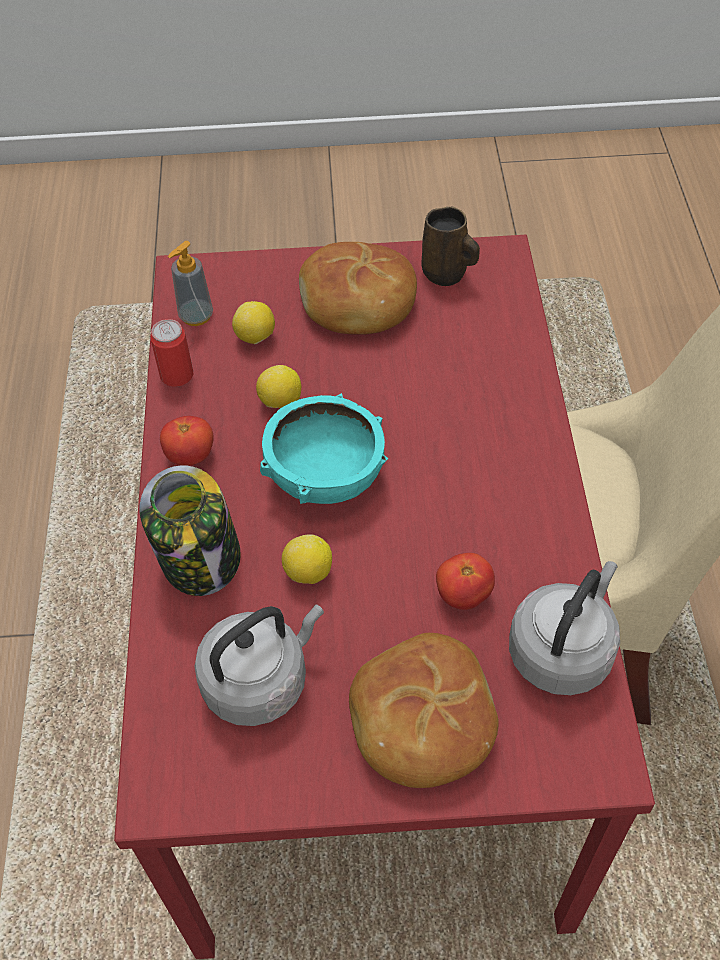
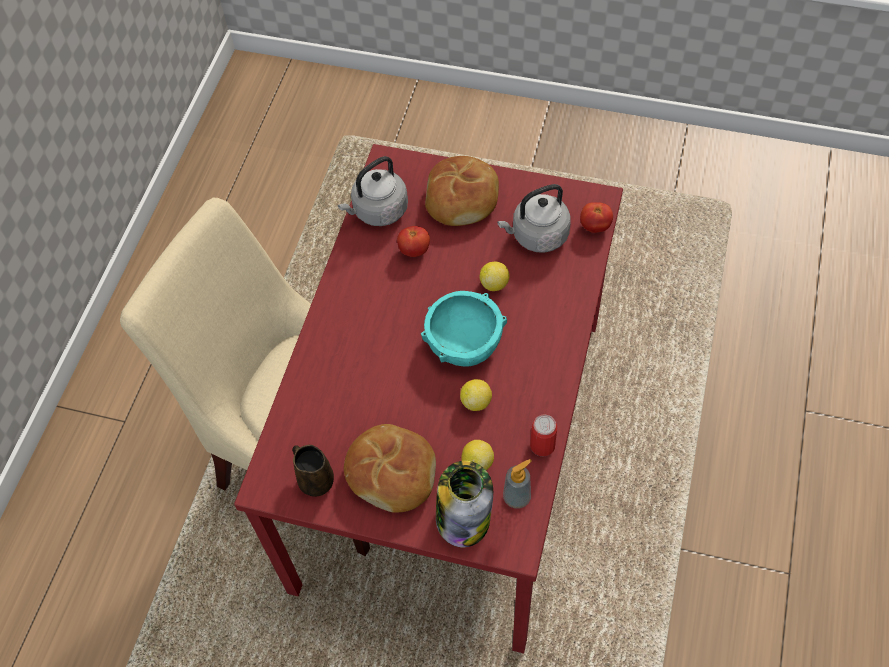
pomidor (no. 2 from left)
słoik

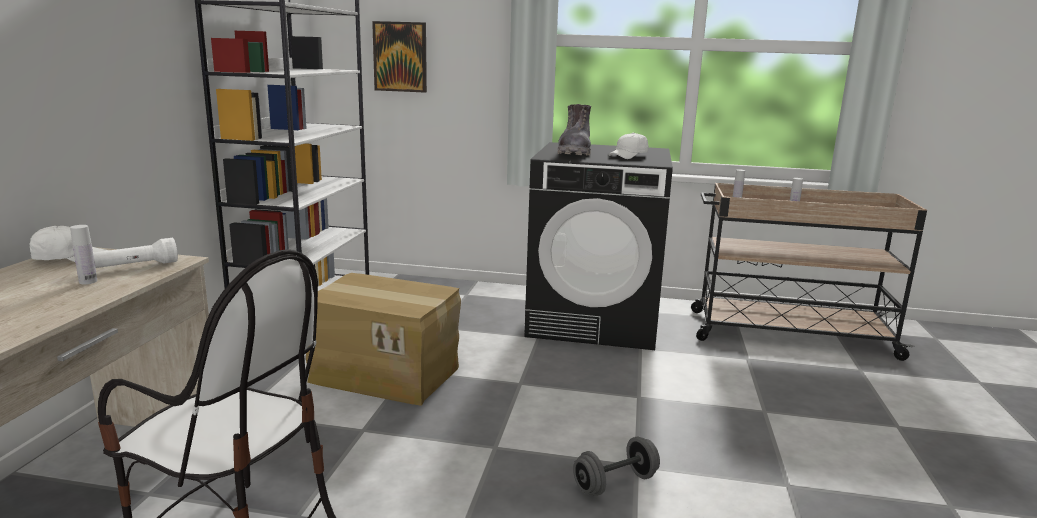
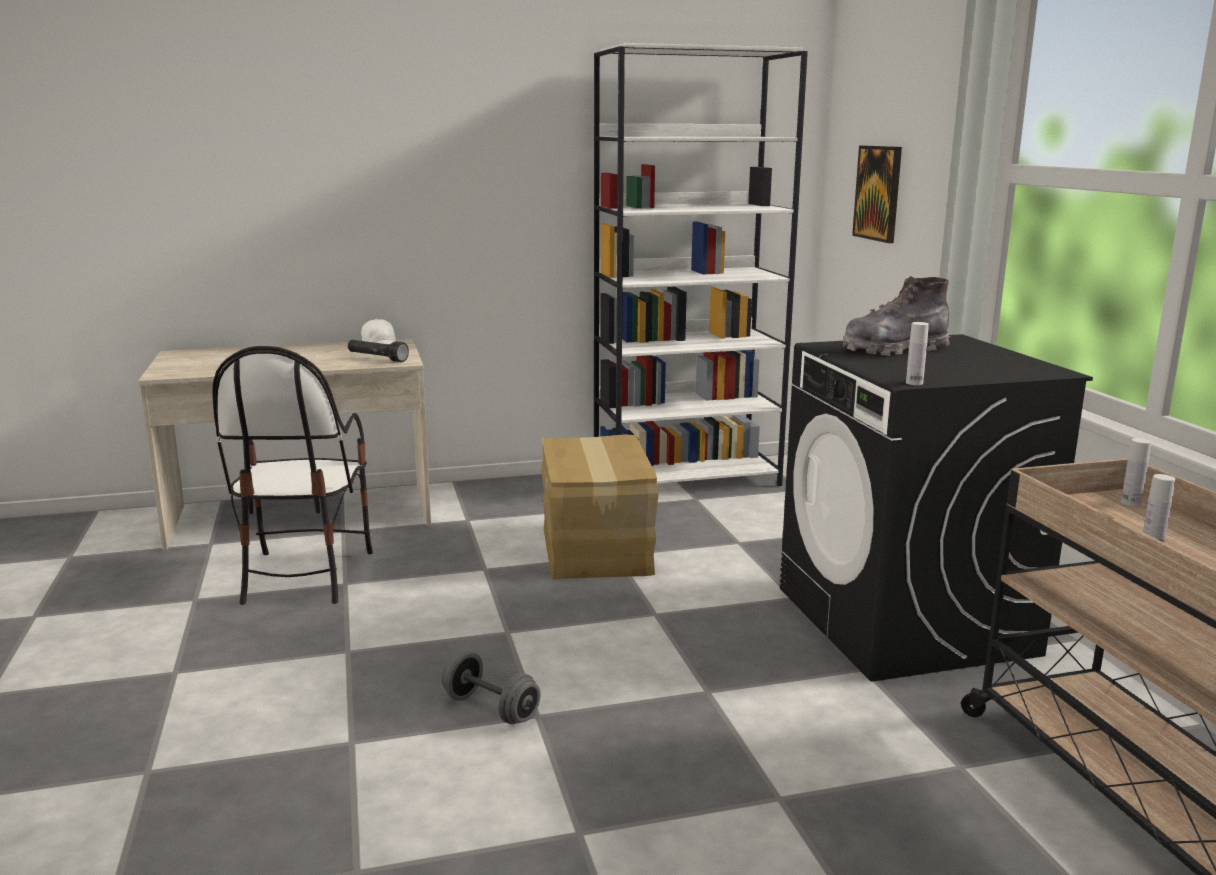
czapka z daszkiem (biały) (no. 2 from left in the first image)
butelka (biały) (no. 1 from left)
latarka (czarny)

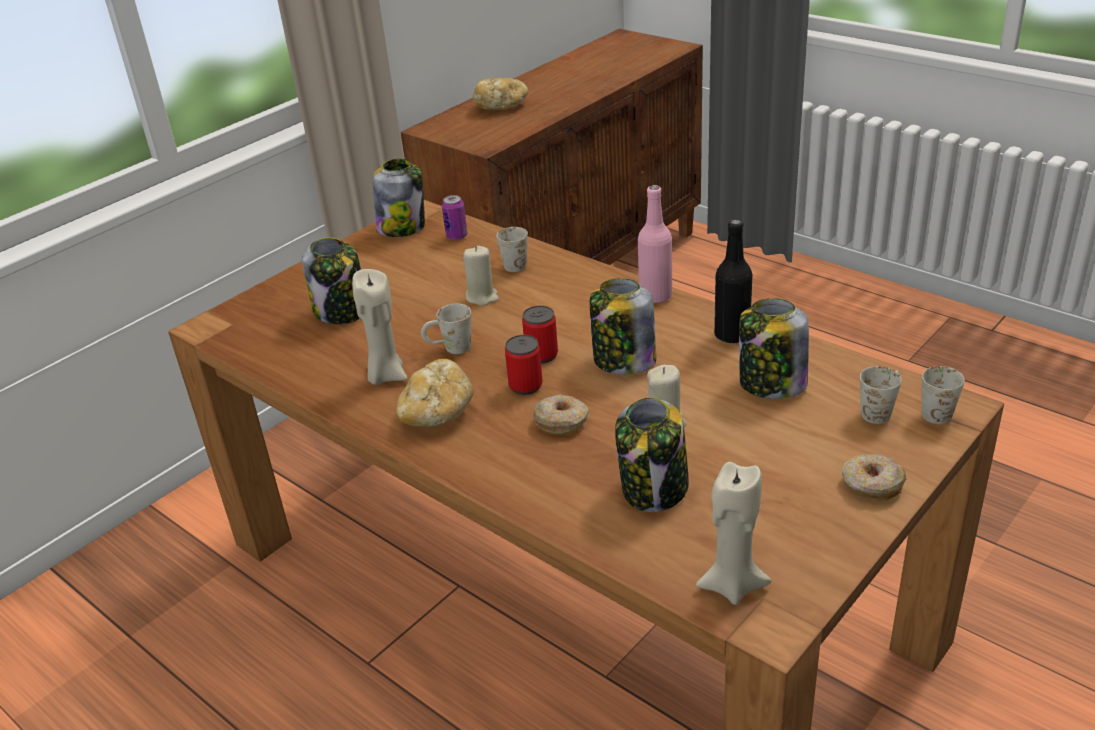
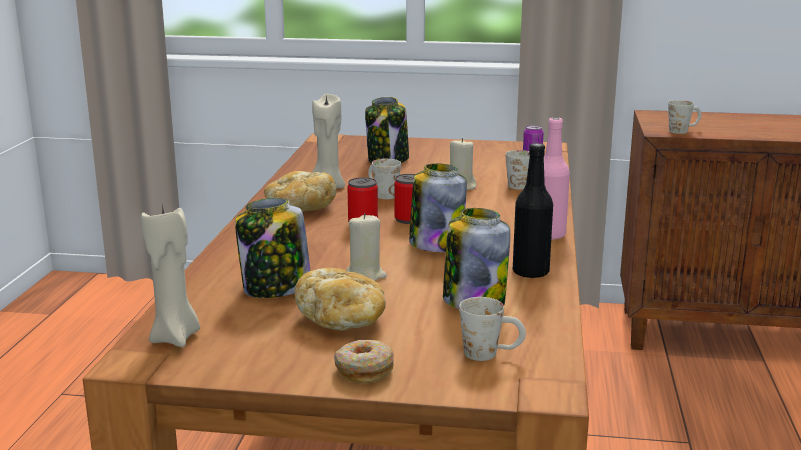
chleb (no. 2 from left)
słoik (no. 2 from left in the first image)
kubek (biały) (no. 4 from left)
donut (no. 1 from left in the first image)

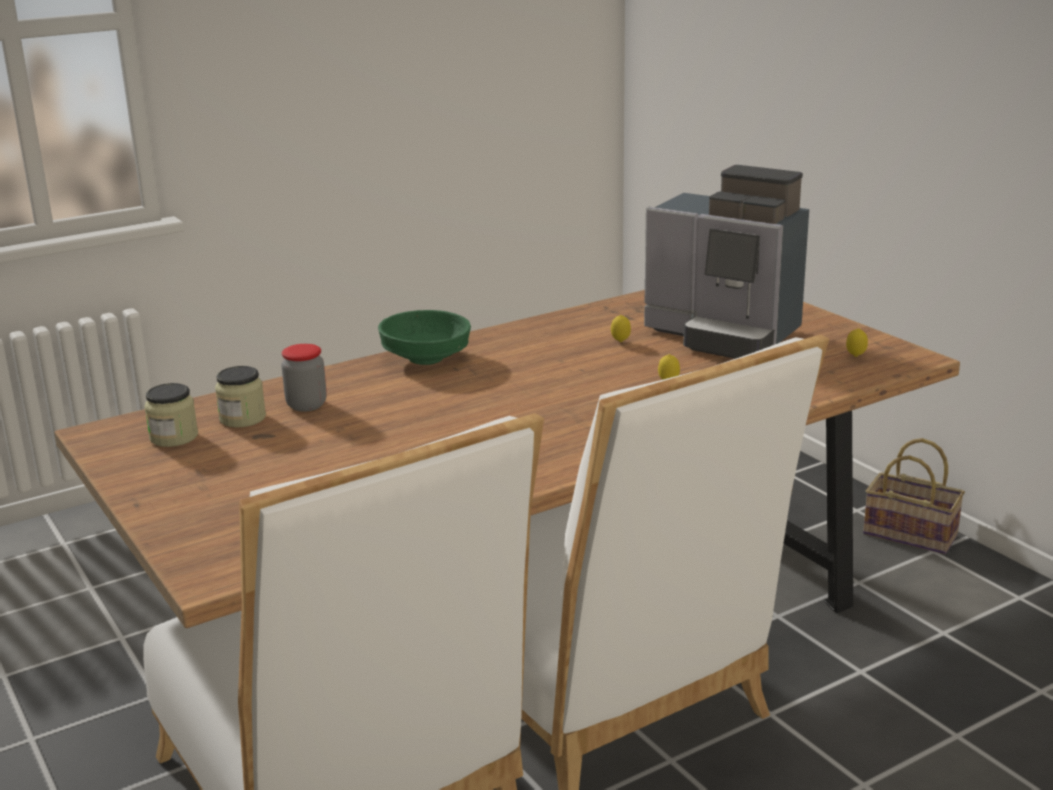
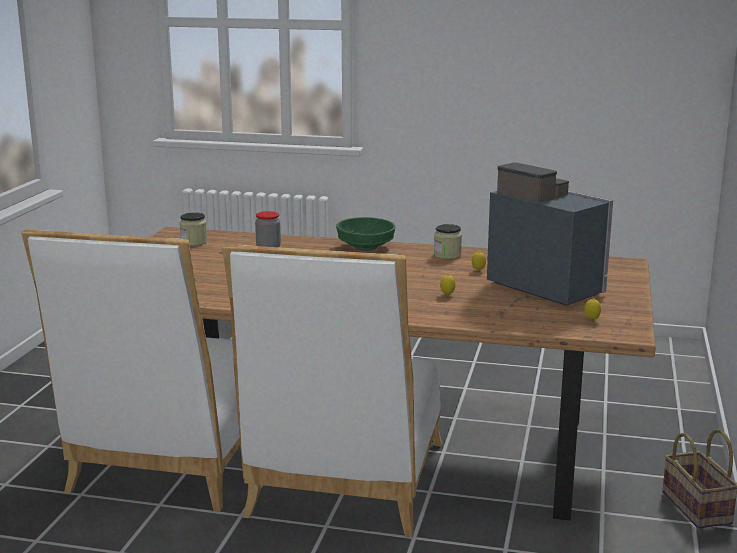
ekspres do kawy
słoik (no. 3 from left)

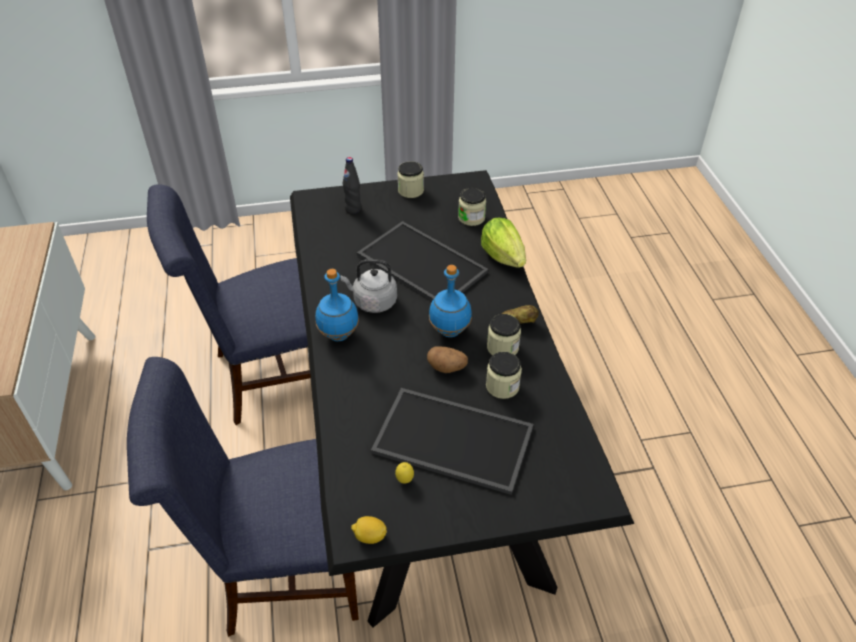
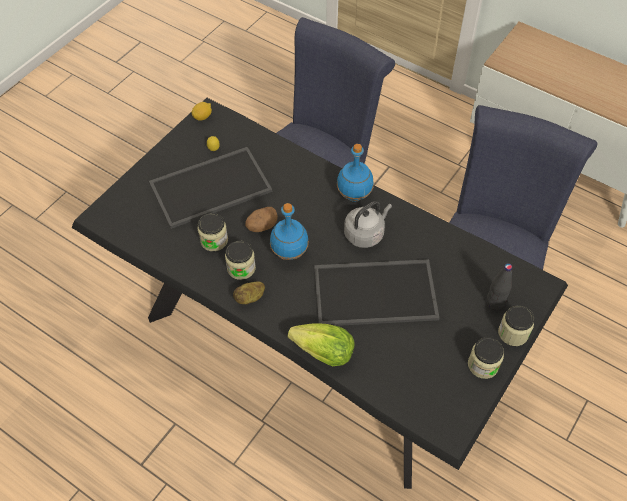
słoik (no. 4 from left)

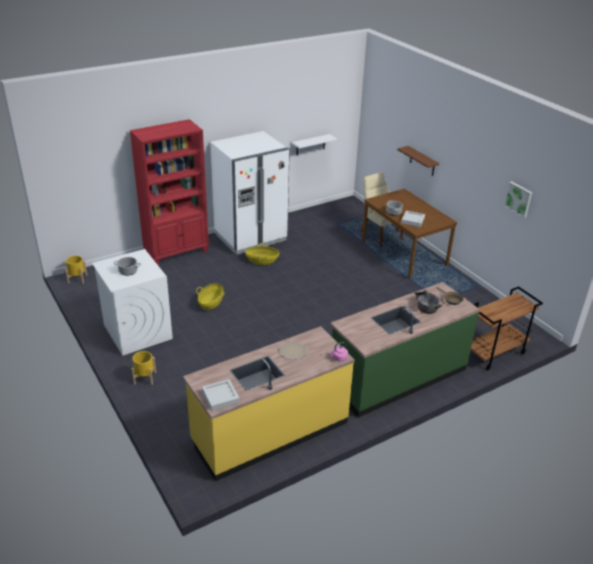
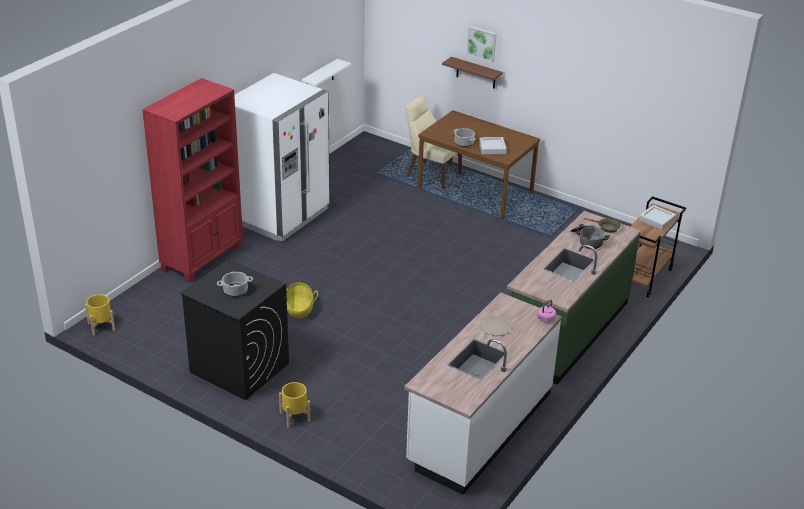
obraz
koszyk (no. 2 from left in the first image)
pralka (czarny)
zabudowa kuchenna (biały)
taca (szary) (no. 2 from left)

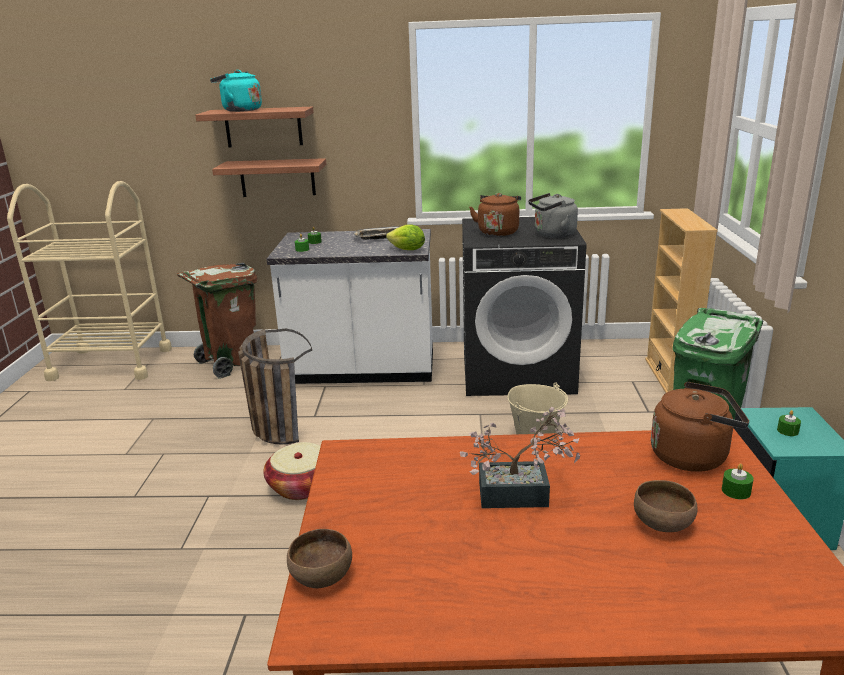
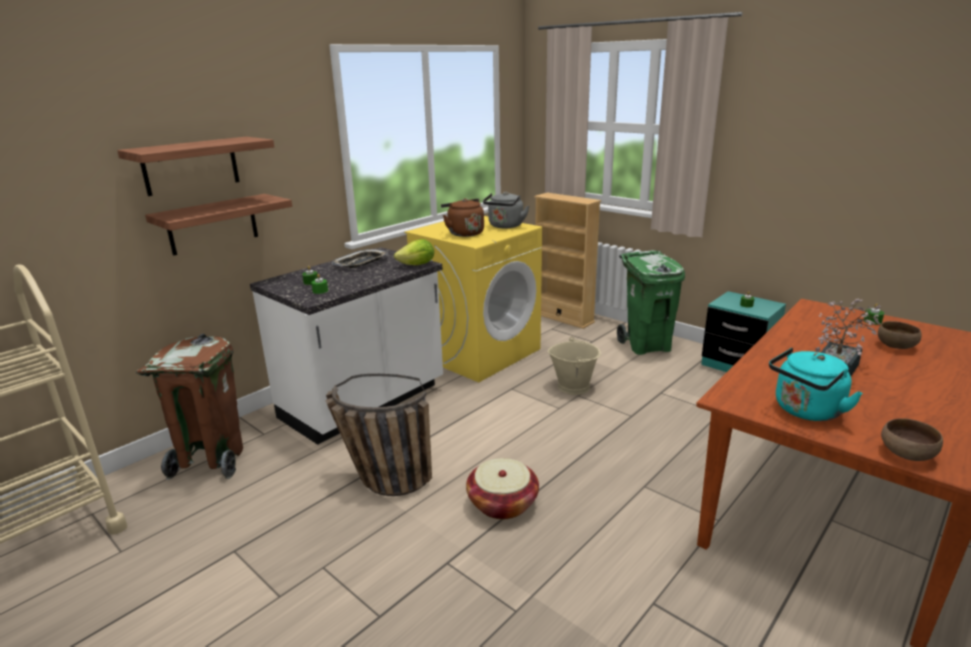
czajnik (turkusowy)
pralka (żółty)
czajnik (brązowy) (no. 2 from left in the first image)

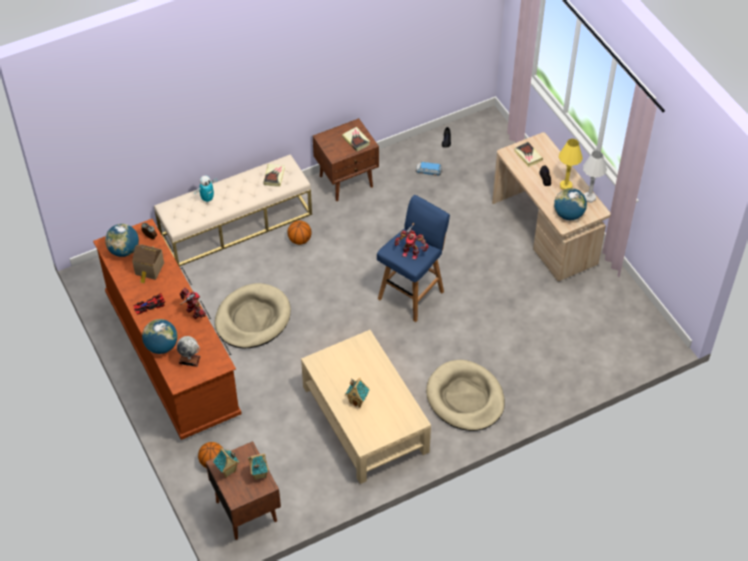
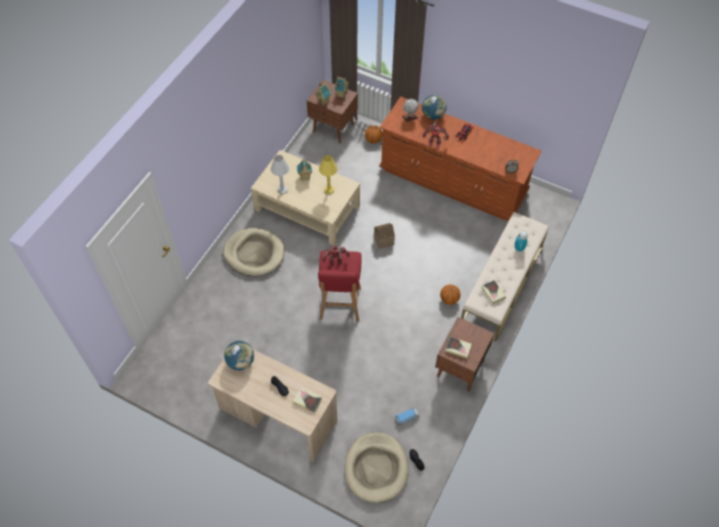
lampa stołowa (żółty)
lampa stołowa (biały)
stołek (czerwony)
globus (no. 1 from left in the first image)
domek (no. 4 from left)
legowisko (beżowy) (no. 2 from left)

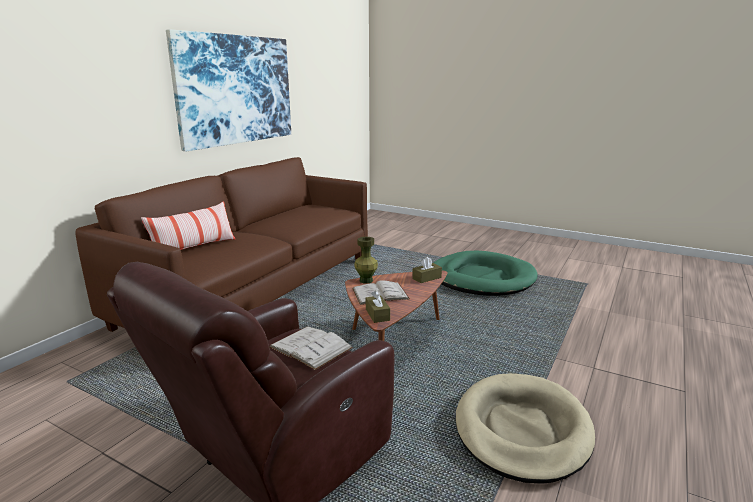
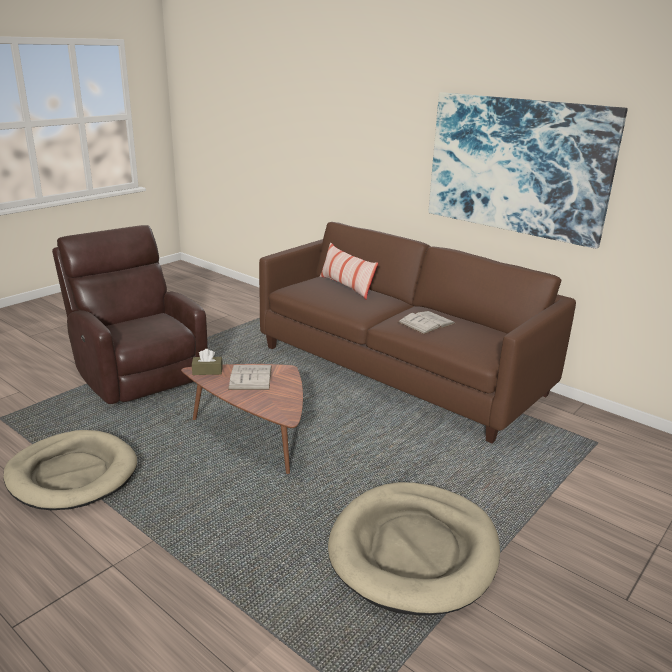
wazon (zielony)
legowisko (beżowy) (no. 2 from left)
pudełko chusteczek (brązowy) (no. 2 from left in the first image)
książka (biały) (no. 2 from left)

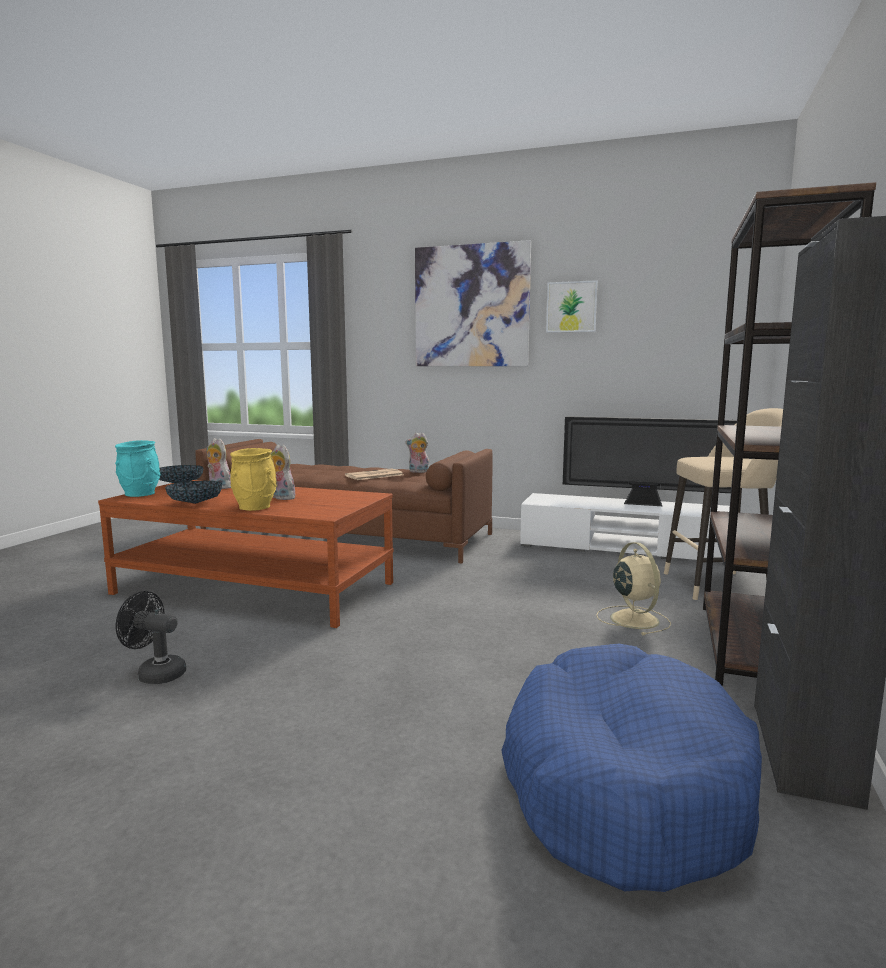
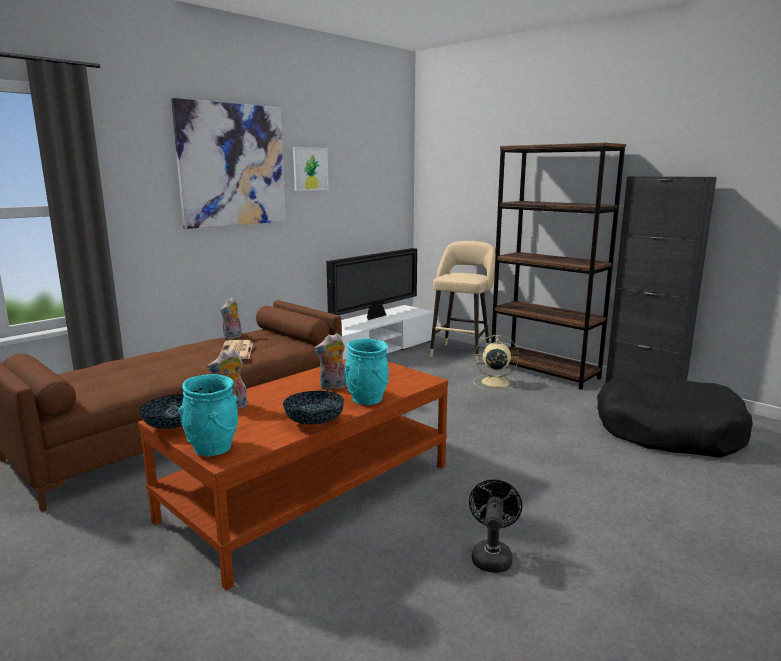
wazon (turkusowy) (no. 2 from left)
wentylator (czarny)
legowisko (czarny)

